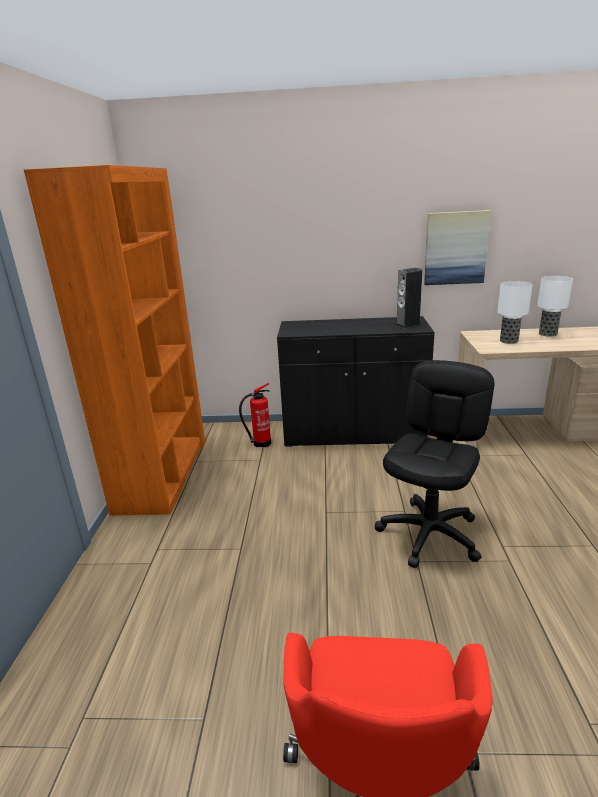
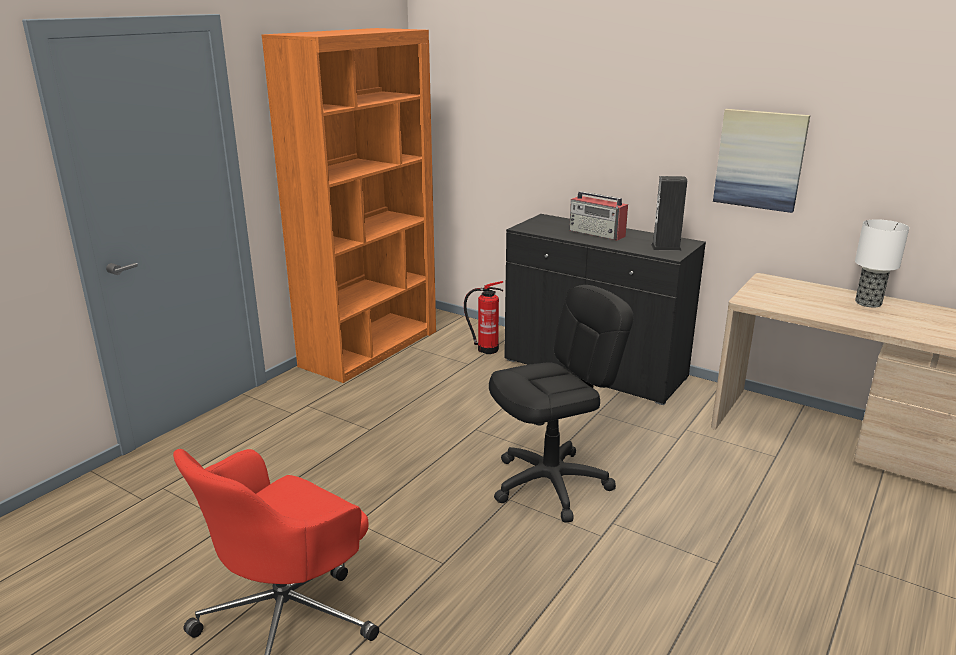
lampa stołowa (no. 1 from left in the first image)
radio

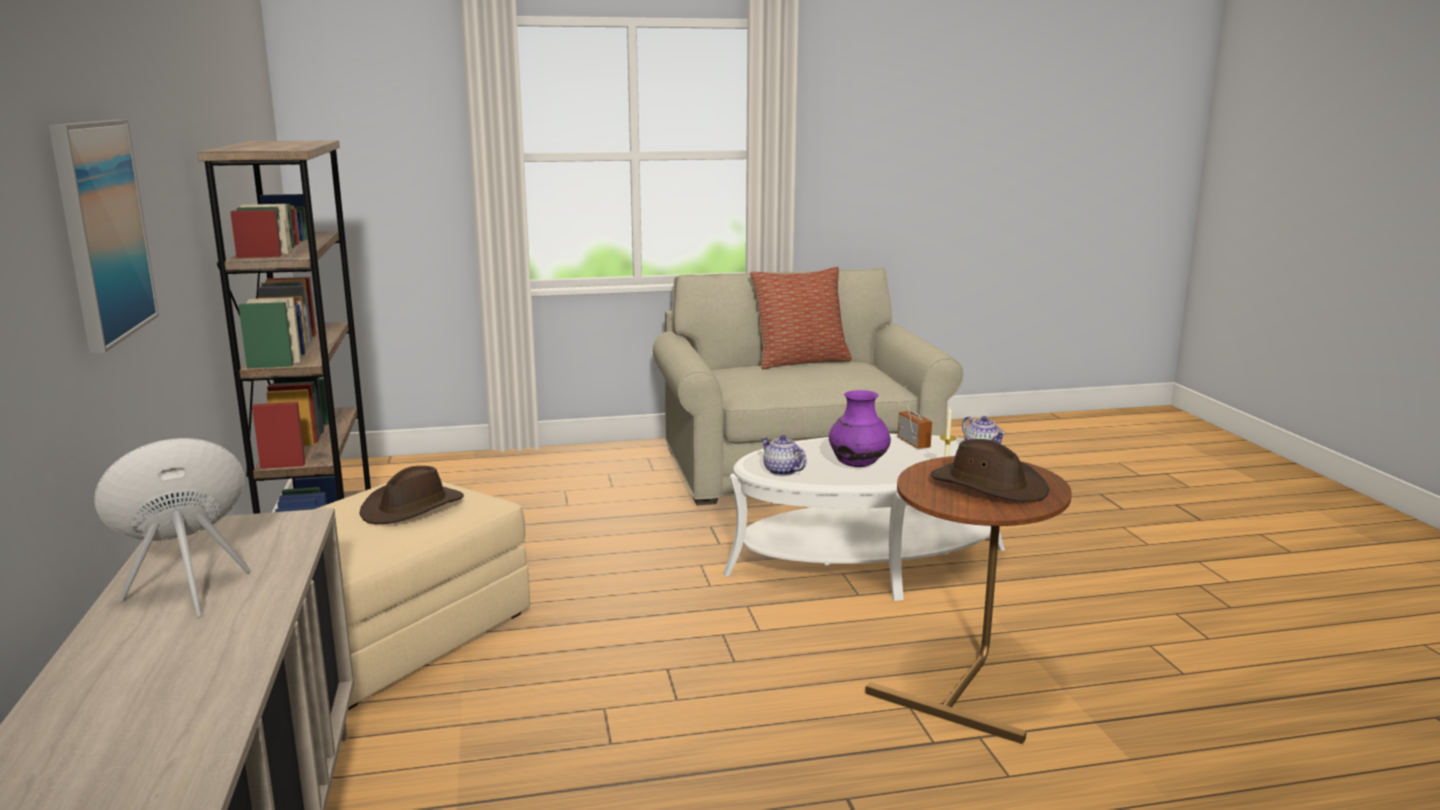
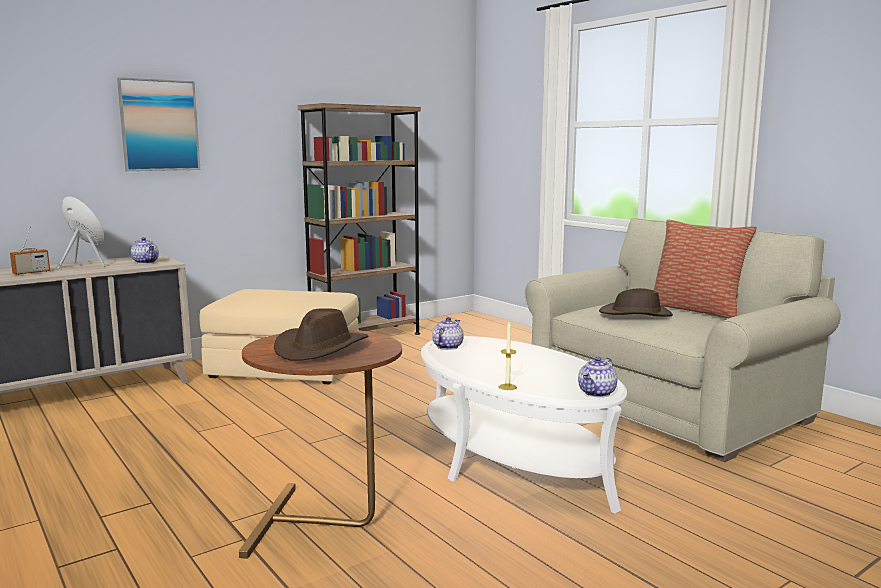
radio
wazon (fioletowy)
kapelusz (brązowy) (no. 2 from left)
imbryk (no. 1 from left)

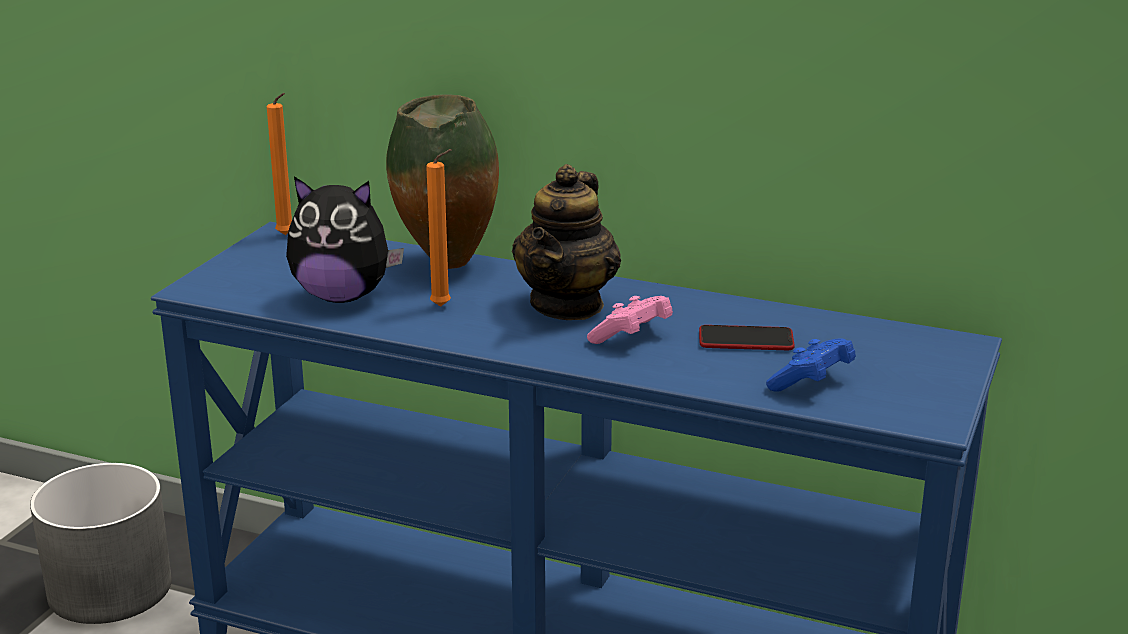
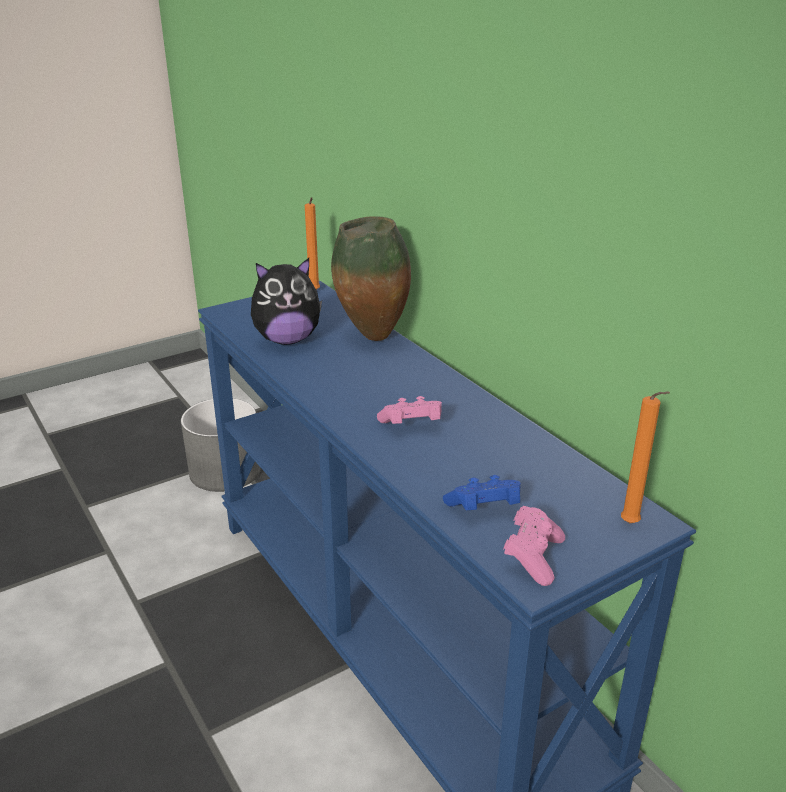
świeca (pomarańczowy) (no. 2 from left)
imbryk
pluszak
telefon
pad do gier (różowy) (no. 2 from left)

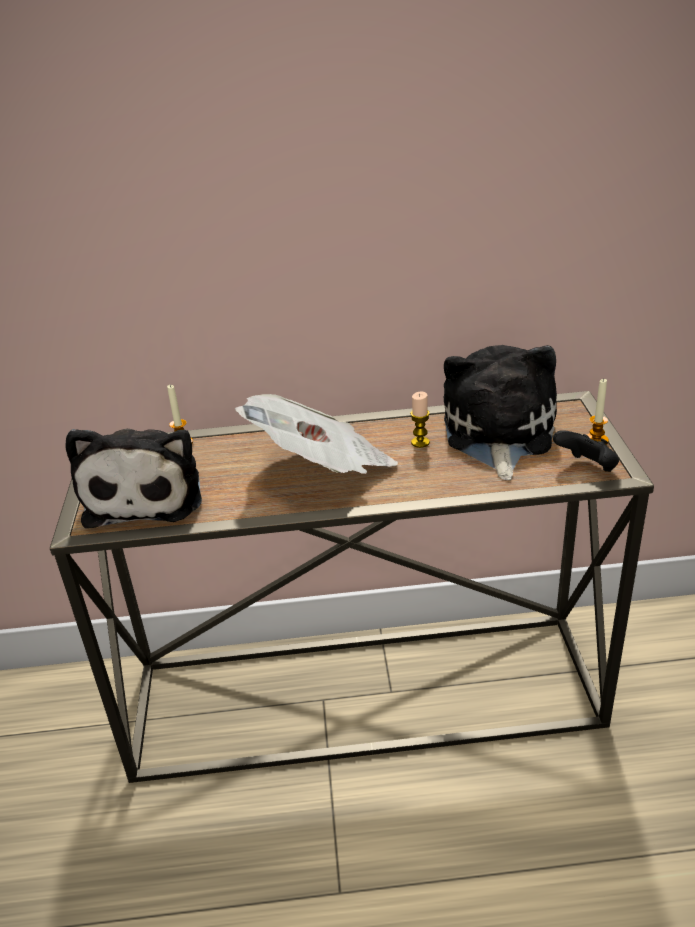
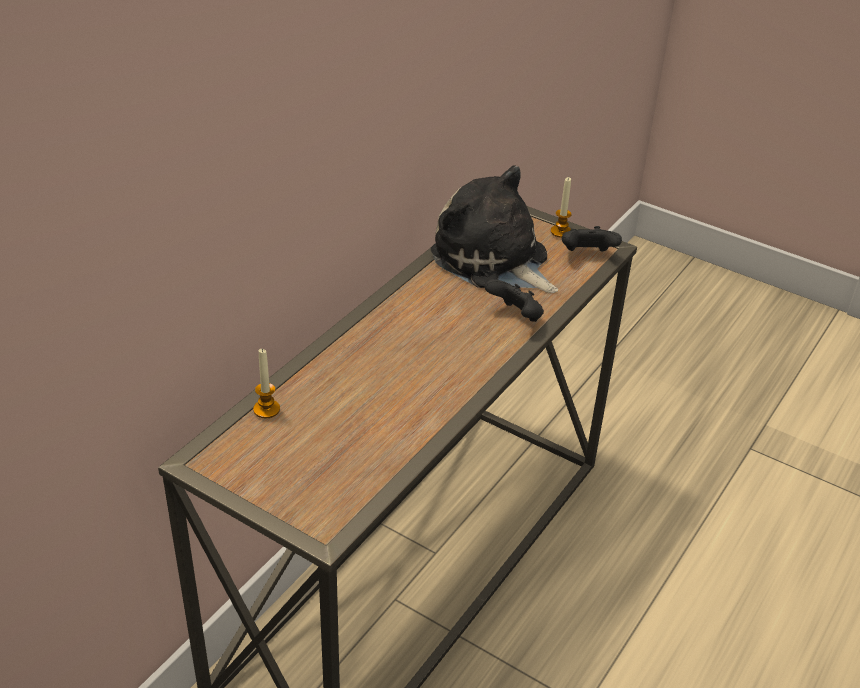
świeca (no. 2 from left in the first image)
gazeta
pluszak (no. 1 from left in the first image)
pad do gier (czarny) (no. 1 from left)

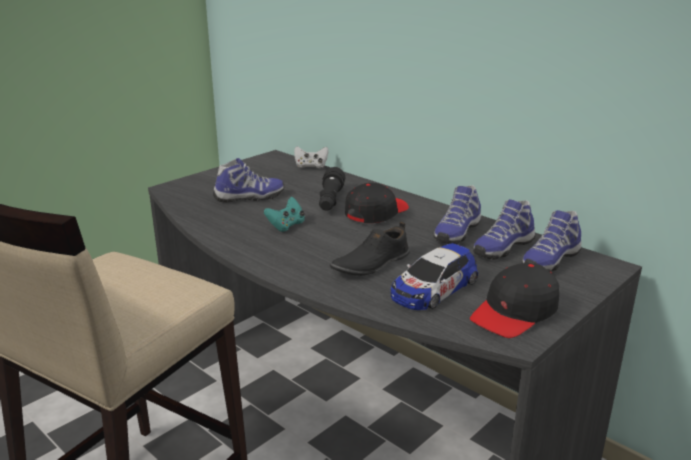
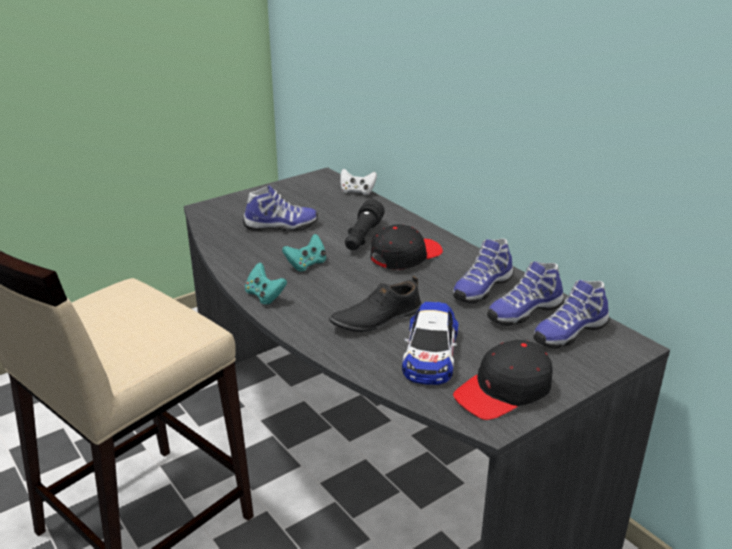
samochodzik
pad do gier (turkusowy) (no. 1 from left)

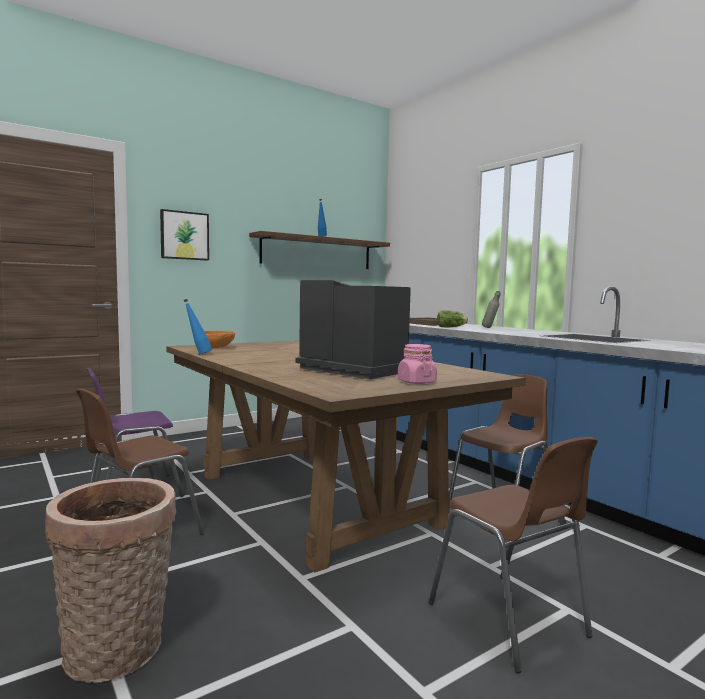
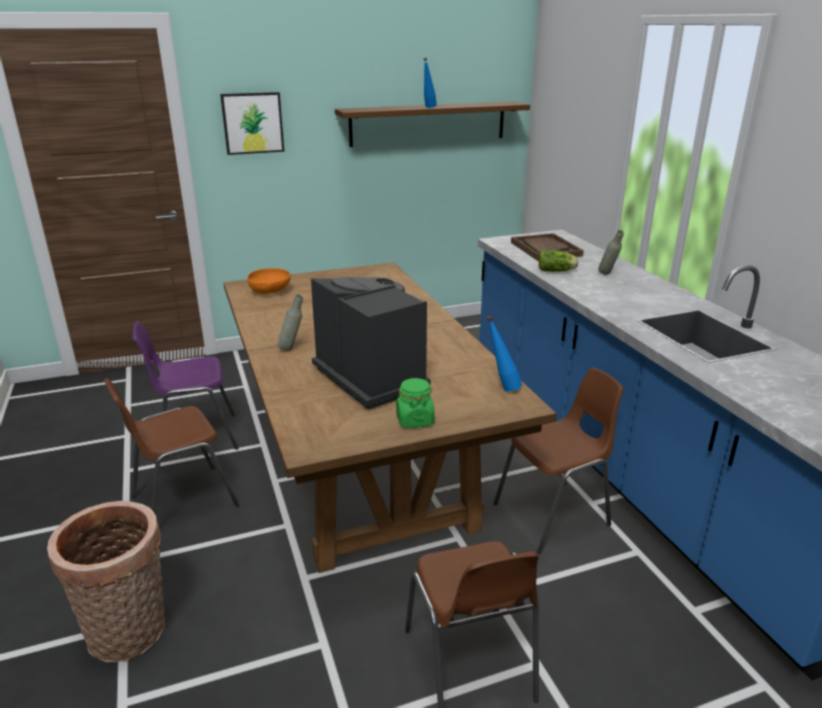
butelka (niebieski) (no. 2 from left)
słoik (zielony)
butelka (szary) (no. 1 from left)

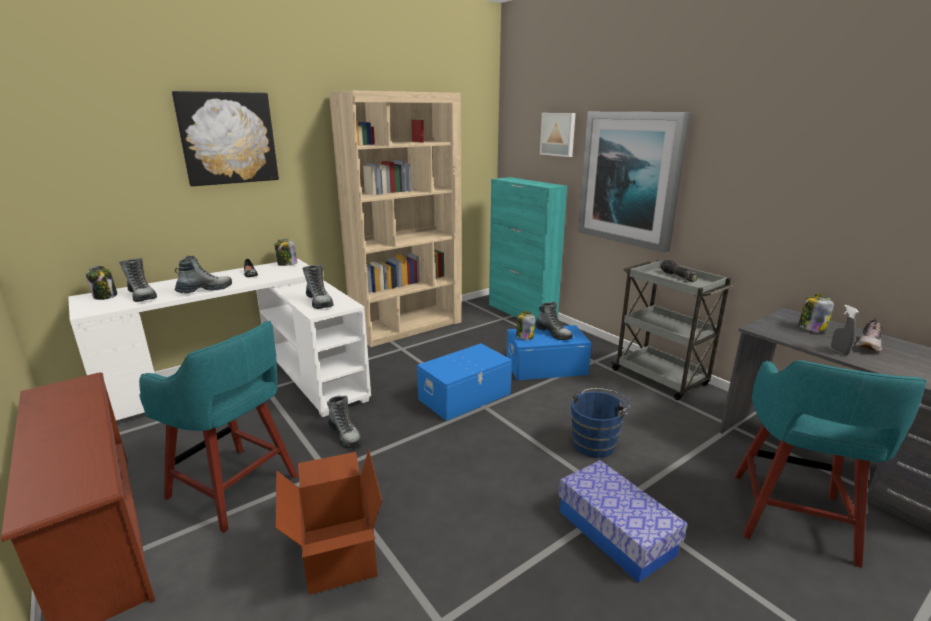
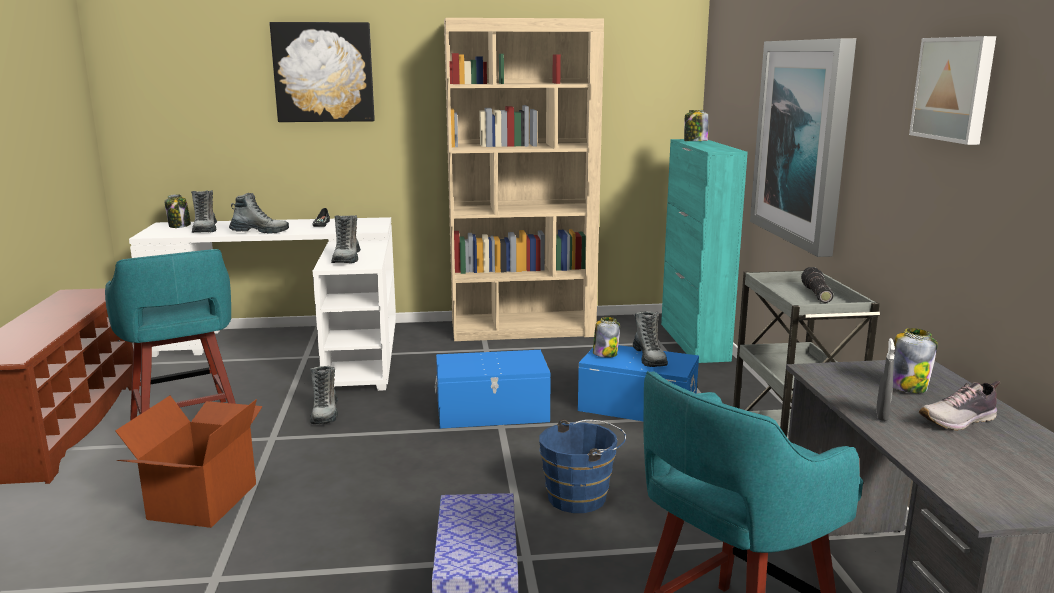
obraz (no. 3 from left)
słoik (no. 3 from left)

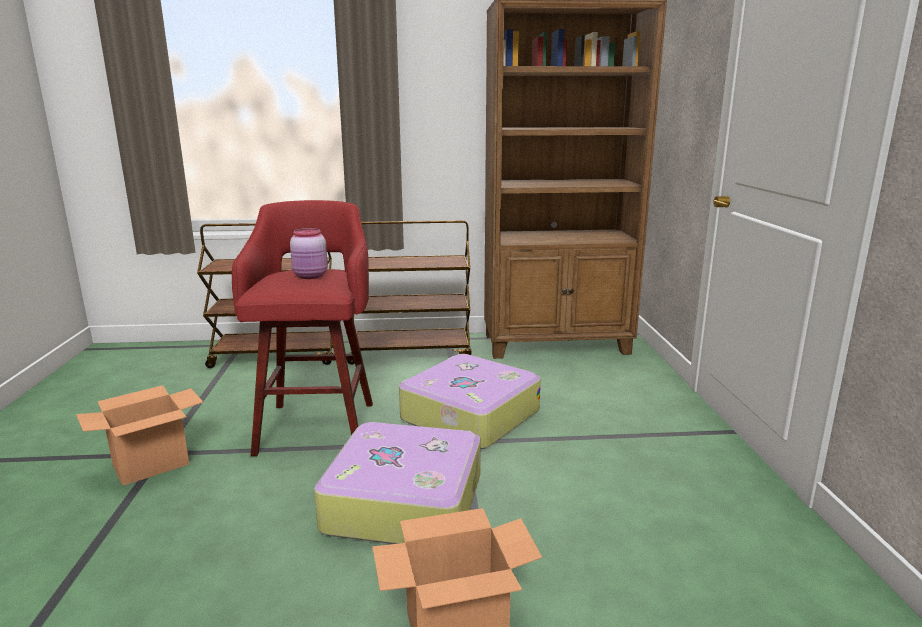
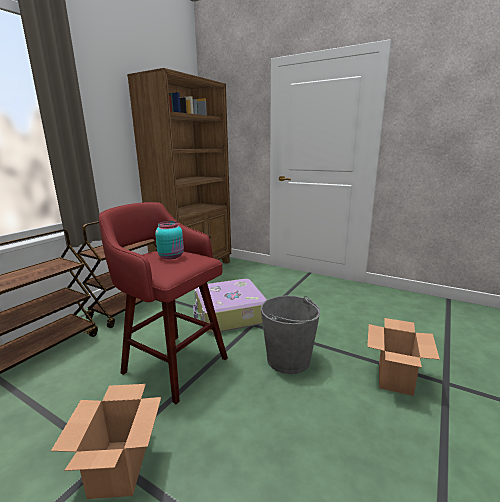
słoik (turkusowy)
wiadro (szary)

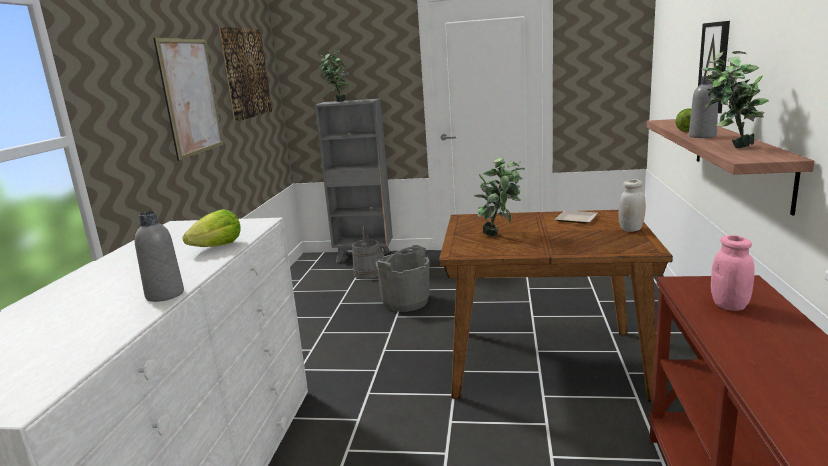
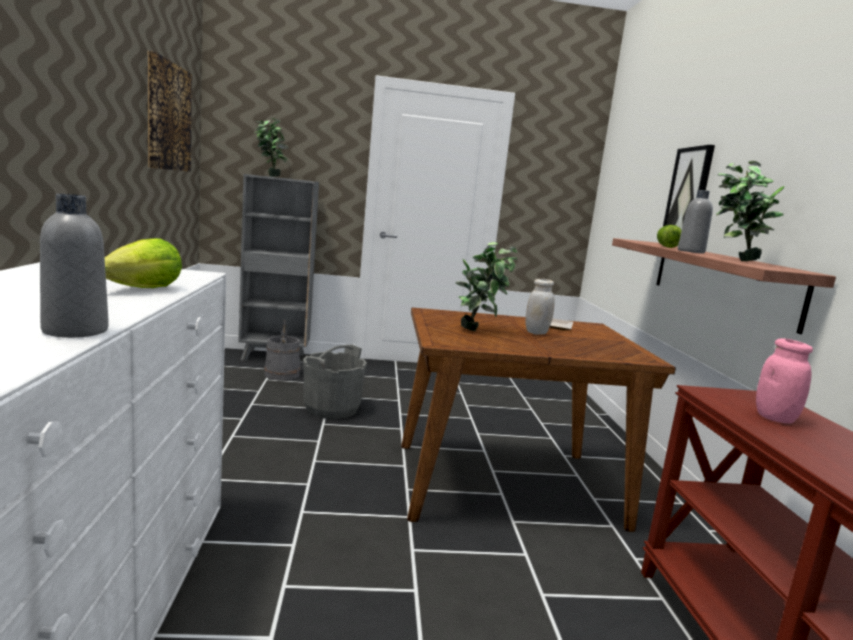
obraz (no. 1 from left in the first image)
słoik (biały)

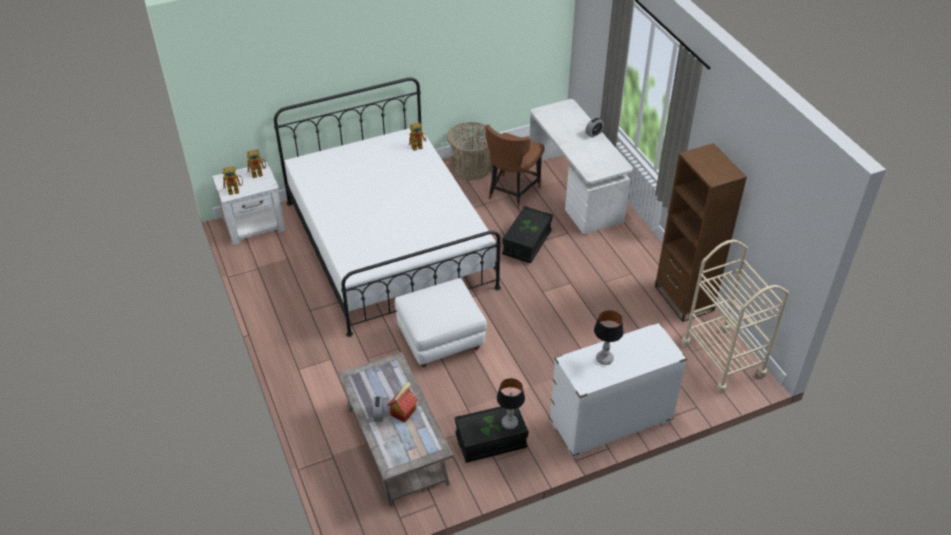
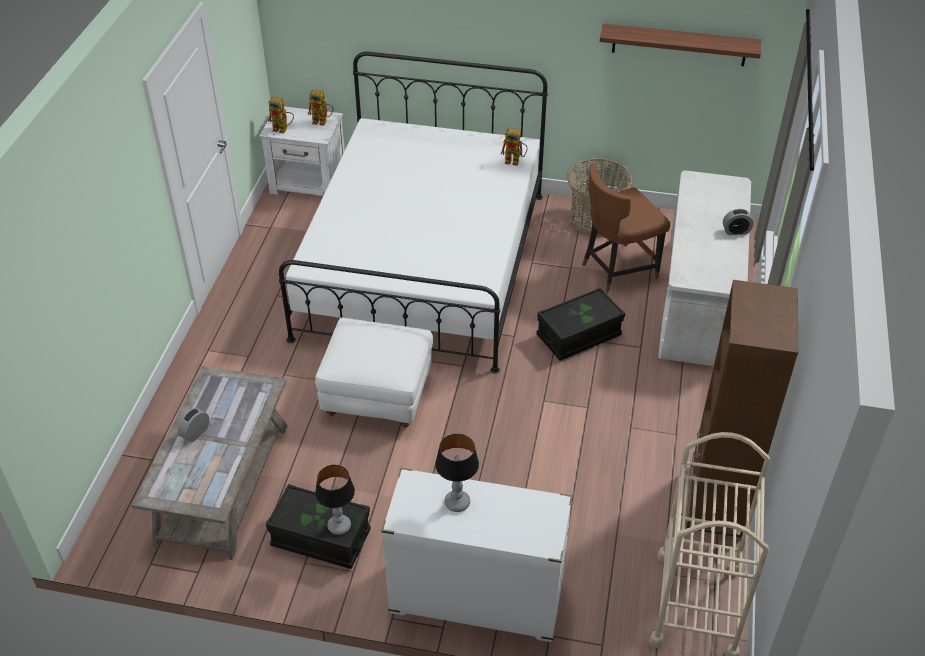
domek
półka

